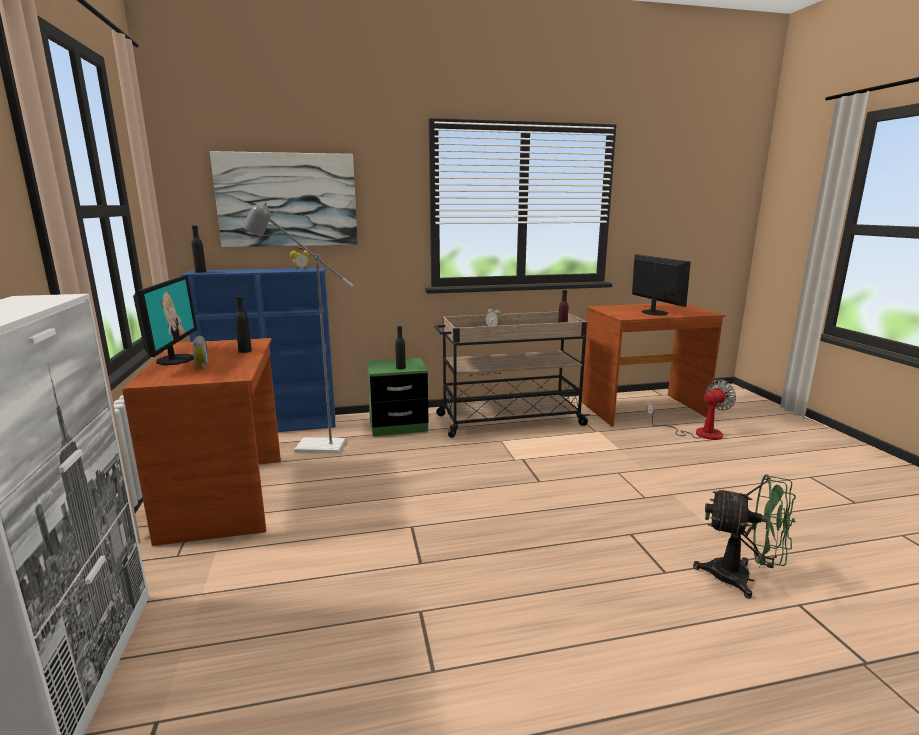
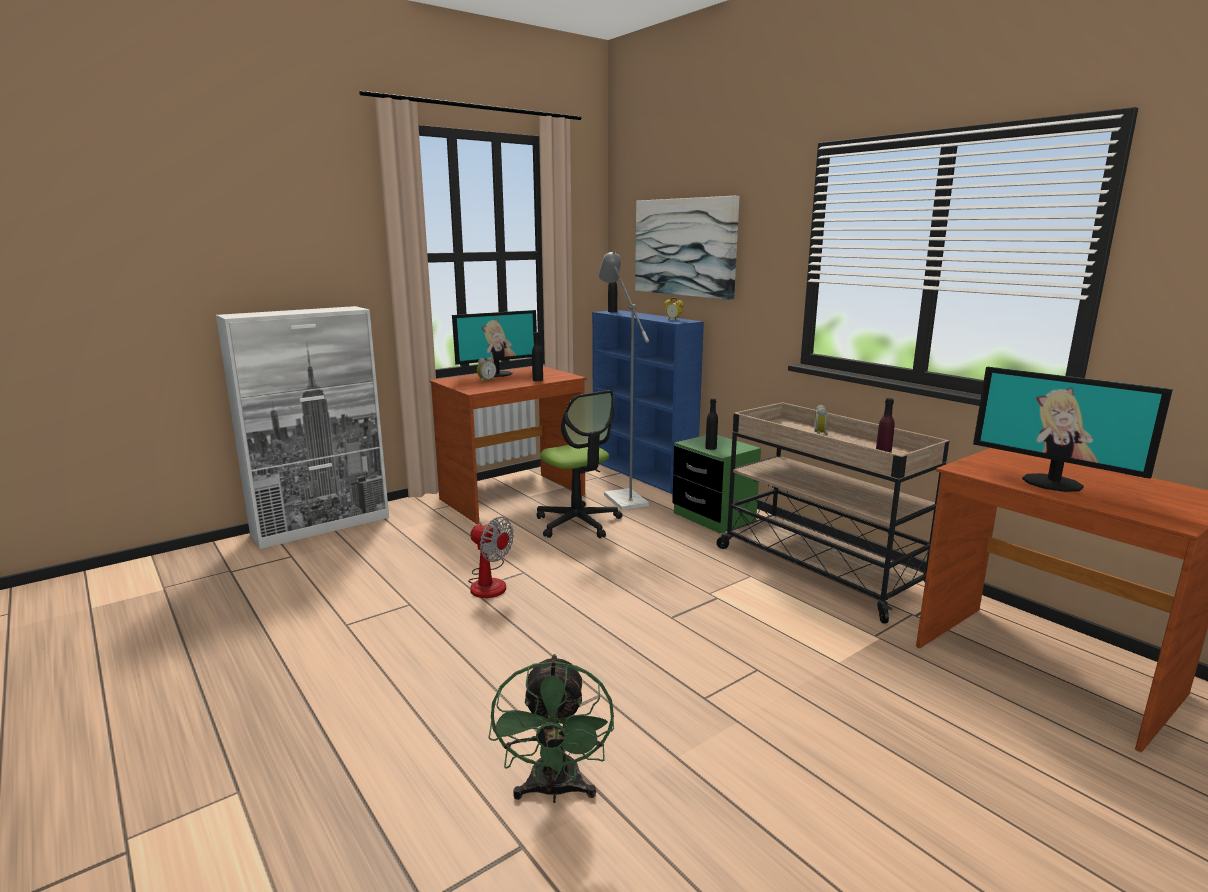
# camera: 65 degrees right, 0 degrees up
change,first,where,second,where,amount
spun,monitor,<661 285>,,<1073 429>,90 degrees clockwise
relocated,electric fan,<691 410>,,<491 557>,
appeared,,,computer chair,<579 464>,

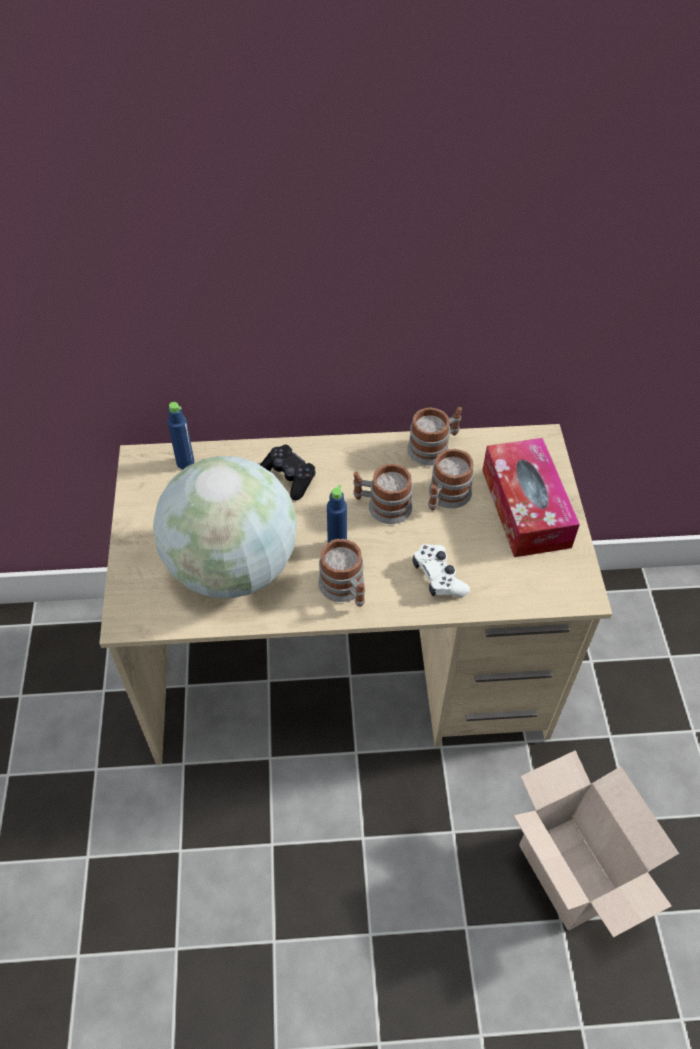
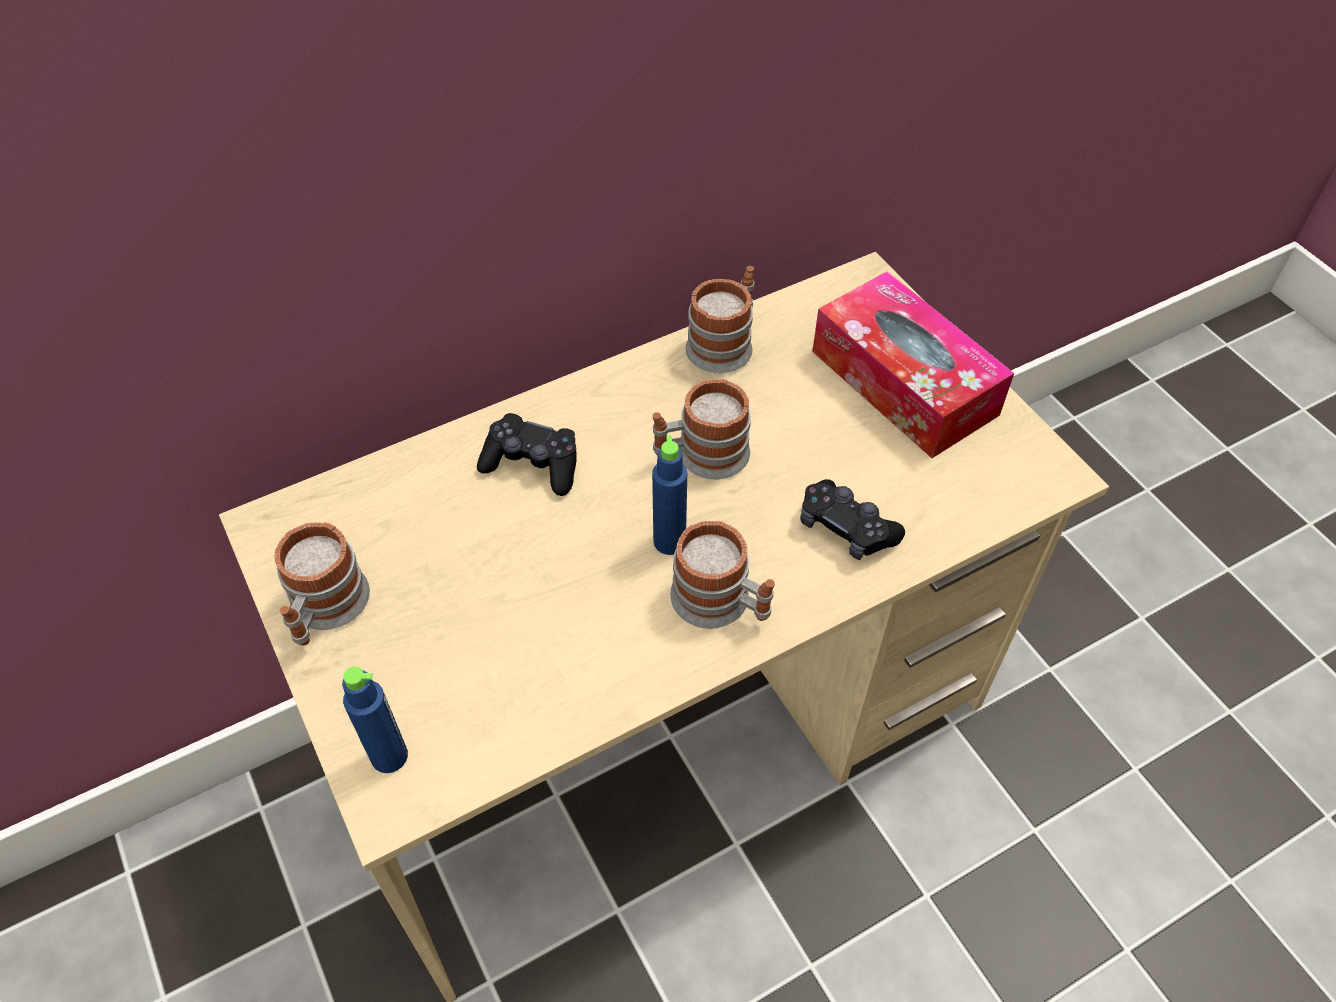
# camera: 25 degrees left, 0 degrees up
change,first,where,second,where,amount
missing,desk globe,<225 527>,,,
relocated,beverage bottle (blue-coloured),<181 435>,,<375 720>,
colour,gamepad (whitish),<441 570>,gamepad (black-coloured),<852 519>,
relocated,tea mug,<451 479>,,<322 583>,
missing,packing box,<596 844>,,,

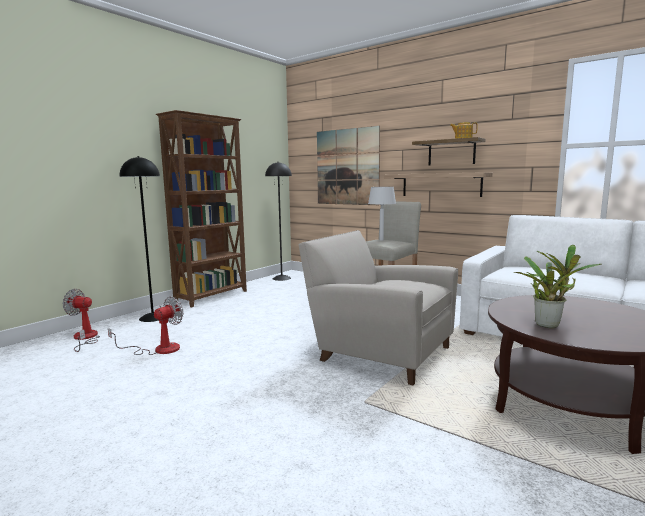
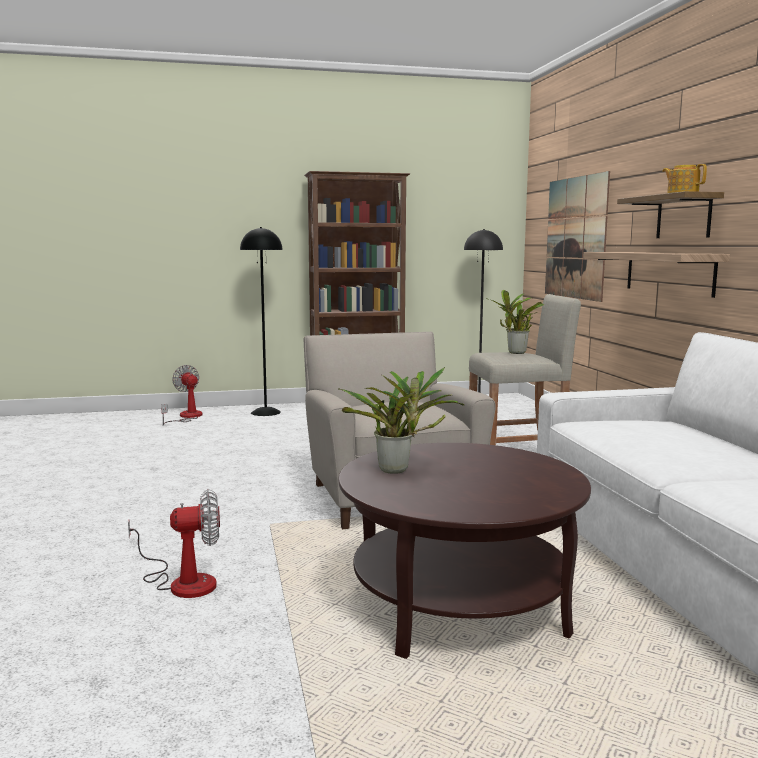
# camera: 40 degrees right, 0 degrees up
change,first,where,second,where,amount
relocated,electric fan,<146 325>,,<174 543>,
exchanged,tabletop lamp (grey),<382 213>,potted plant,<515 322>,

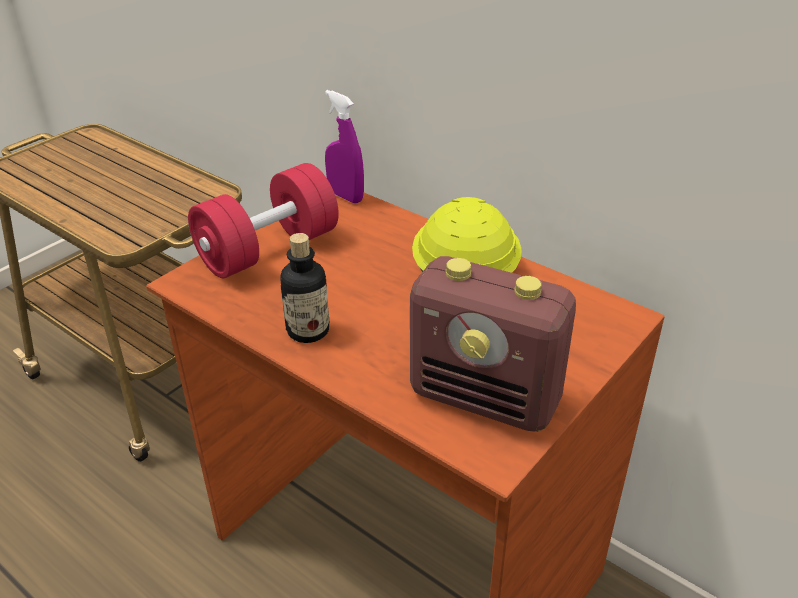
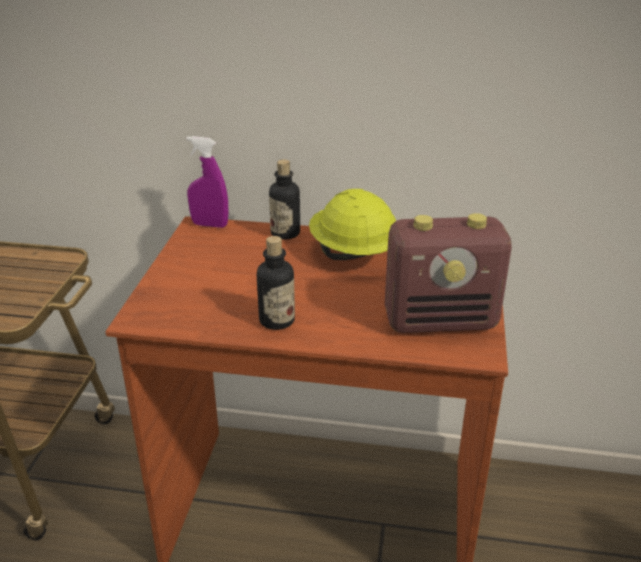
# camera: 30 degrees left, 5 degrees down
change,first,where,second,where,amount
missing,dumbbell (red),<263 220>,,,
appeared,,,beverage bottle,<284 199>,

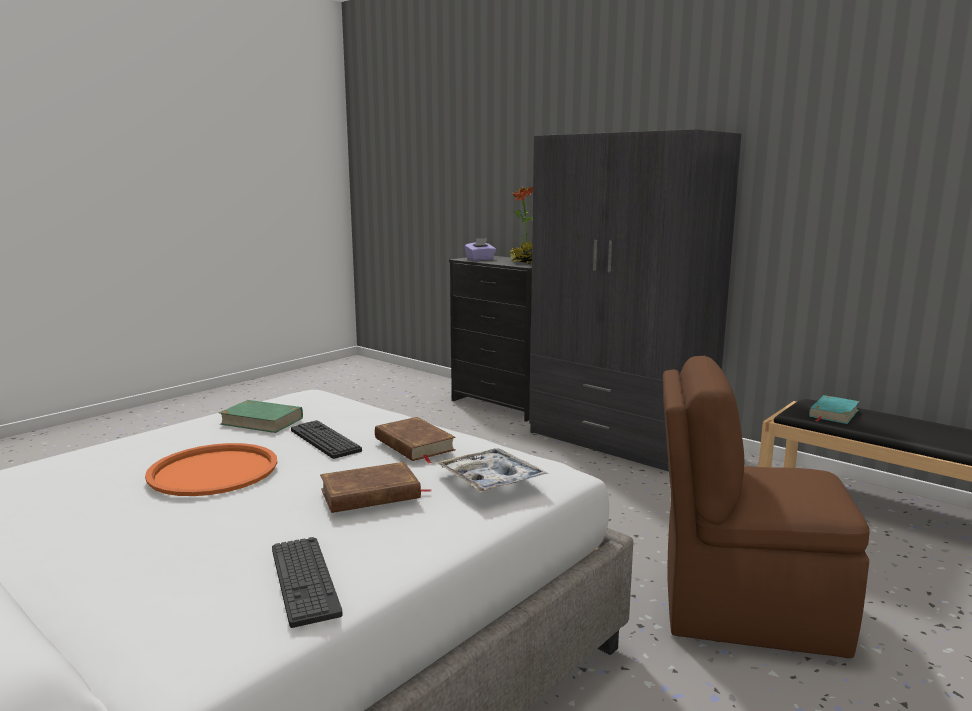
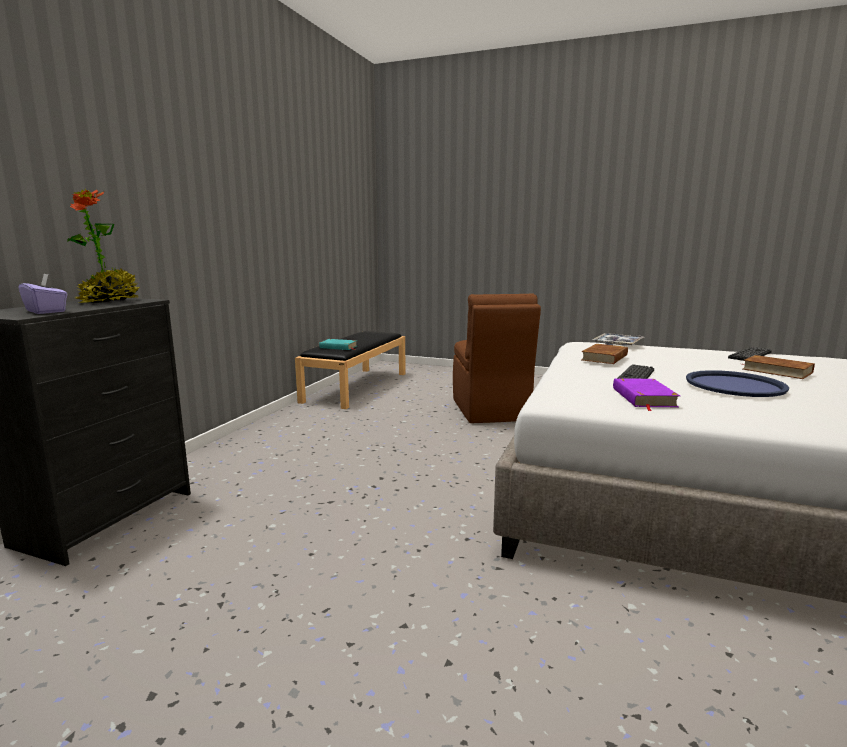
# camera: 110 degrees left, 0 degrees up
change,first,where,second,where,amount
colour,tray (orange),<211 469>,tray (blue-coloured),<737 383>,
colour,book (green-coloured),<261 416>,book (purplish),<646 394>,
relocated,book (brown),<376 487>,,<779 367>,
missing,wardrobe (grey),<635 300>,,,

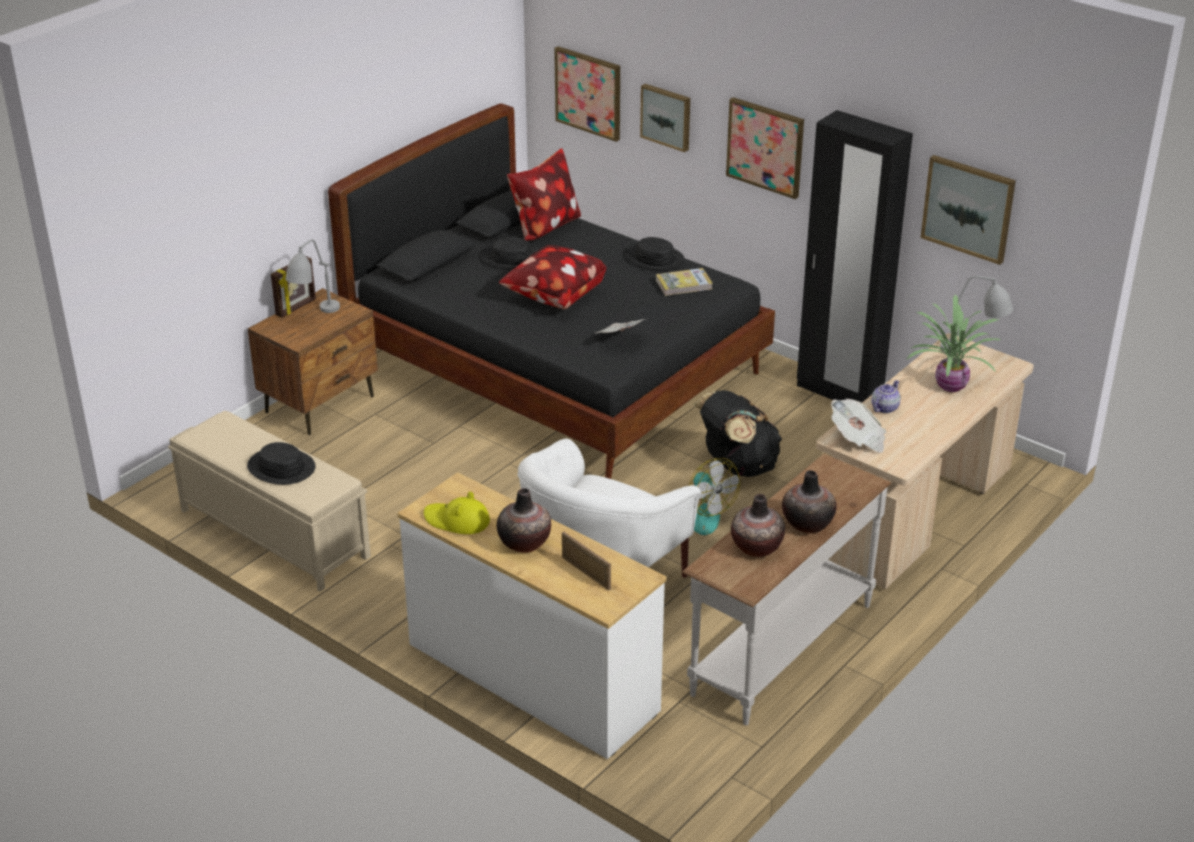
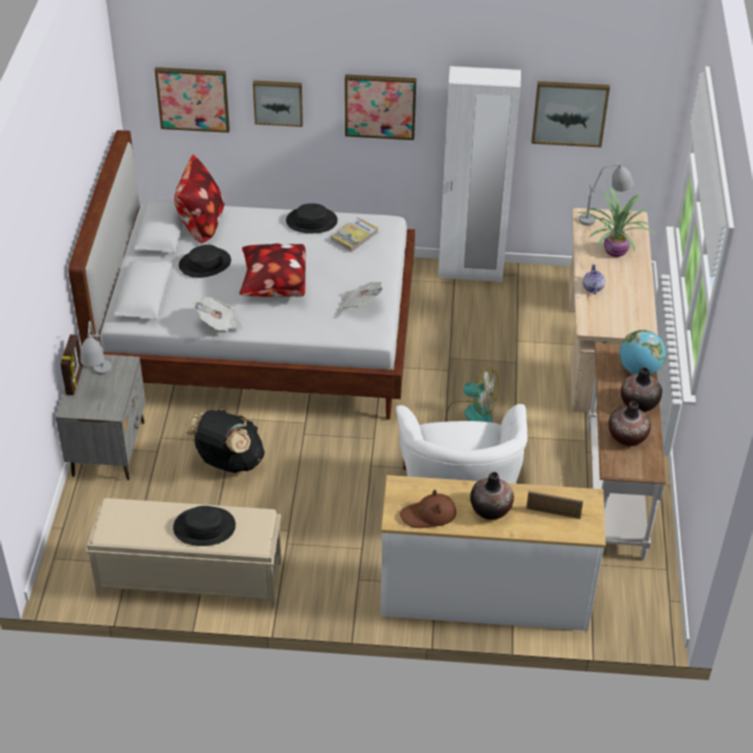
# camera: 35 degrees left, 10 degrees up
change,first,where,second,where,amount
colour,nightstand (brown),<313 361>,nightstand (grey),<100 417>,
colour,bed (black-coloured),<551 291>,bed (whitish),<241 275>,
colour,clothing hat (yellow-coloured),<457 512>,clothing hat (brown),<428 509>,
relocated,rucksack (black-coloured),<738 433>,,<224 441>,
colour,wardrobe (black-coloured),<855 256>,wardrobe (whitish),<479 174>,
relocated,printed paper,<858 426>,,<218 314>,
appeared,,,desk globe,<642 352>,

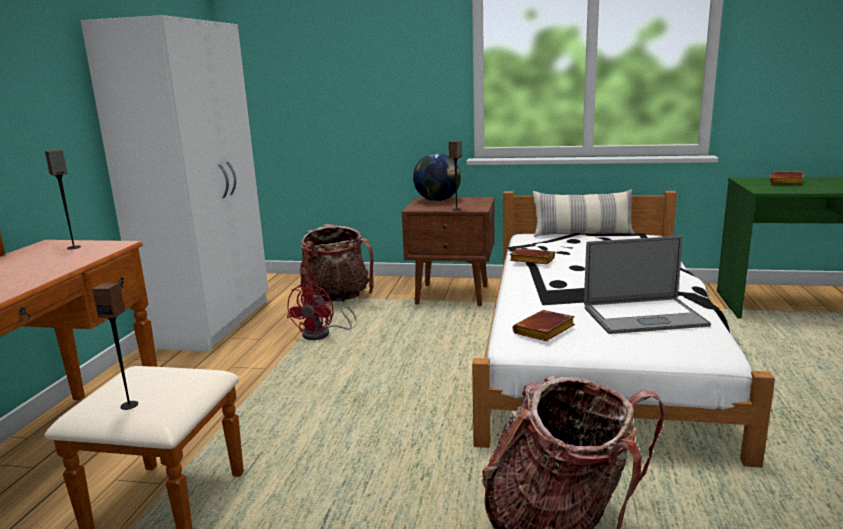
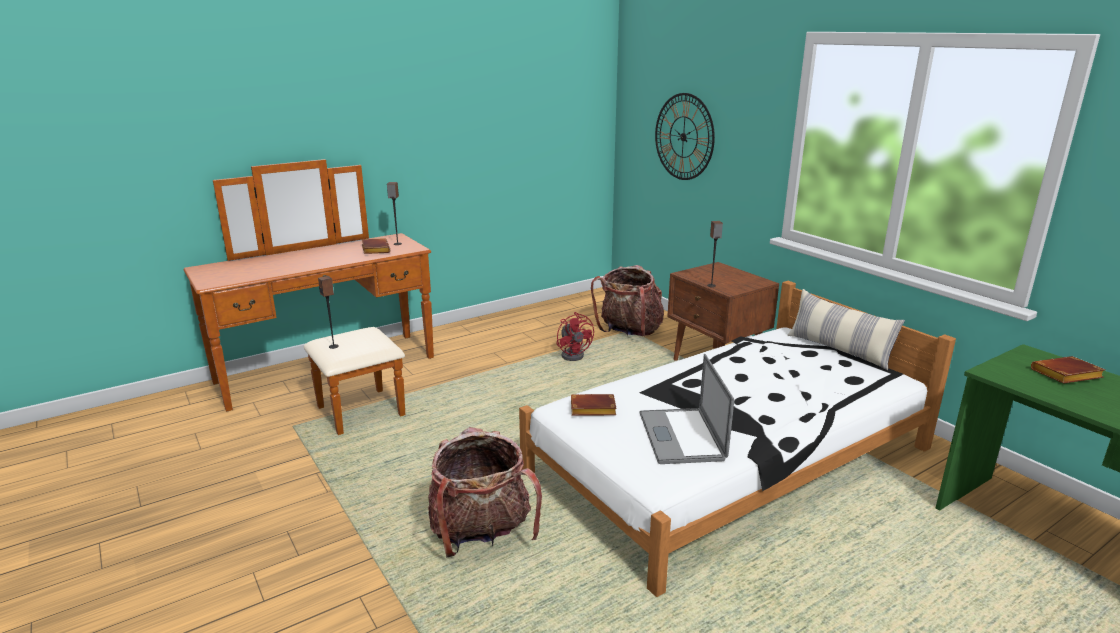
# camera: 45 degrees right, 5 degrees up
change,first,where,second,where,amount
missing,wardrobe (whitish),<174 183>,,,
spun,electric fan (red),<321 310>,,<575 336>,90 degrees counterclockwise
missing,desk globe,<437 177>,,,
relocated,book (brown),<532 256>,,<375 246>,
spun,portable computer,<647 285>,,<687 409>,45 degrees clockwise
appeared,,,clock on the wall,<685 136>,

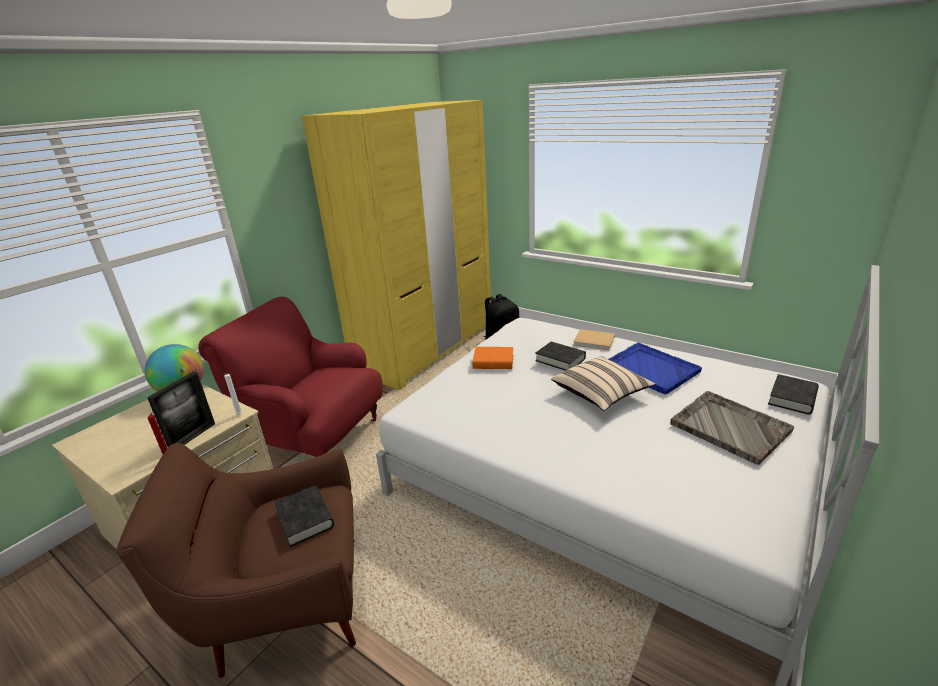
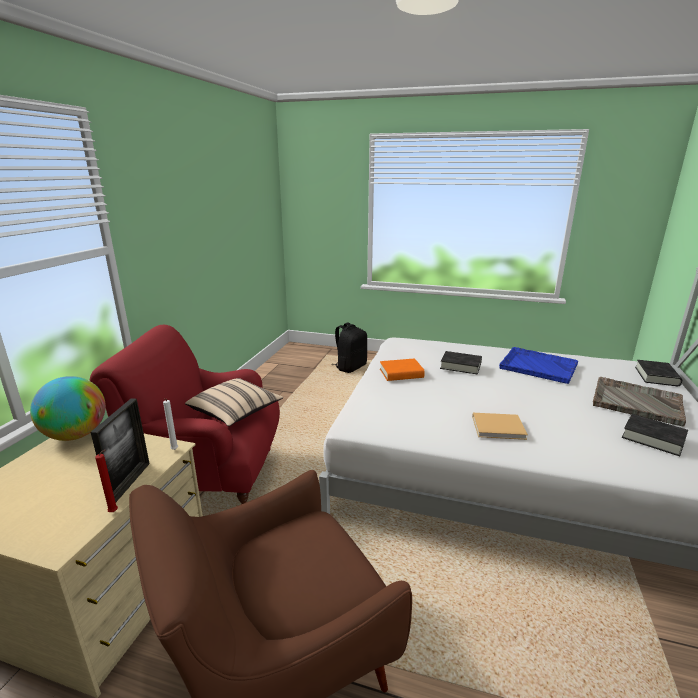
# camera: 20 degrees left, 5 degrees down
change,first,where,second,where,amount
relocated,book (black-coloured),<304 516>,,<655 435>,
missing,wardrobe (yellow-coloured),<396 245>,,,
relocated,throw pillow (beige),<603 383>,,<234 402>,
relocated,book (beige),<594 339>,,<500 426>,

